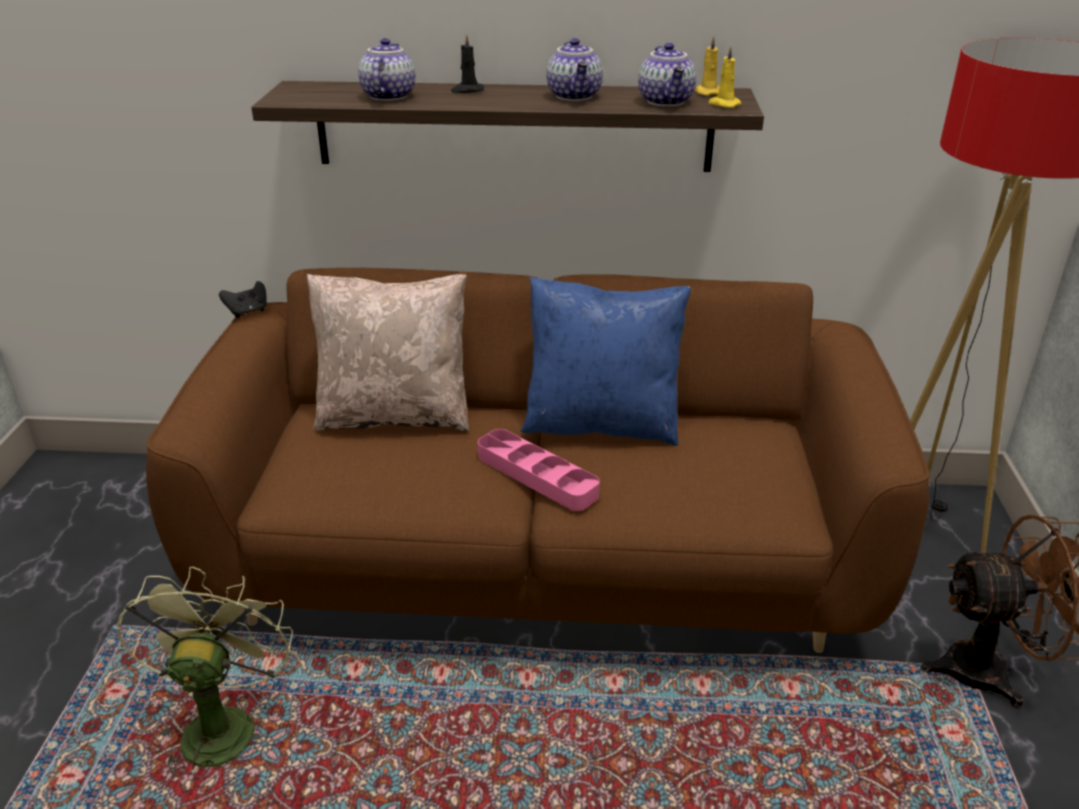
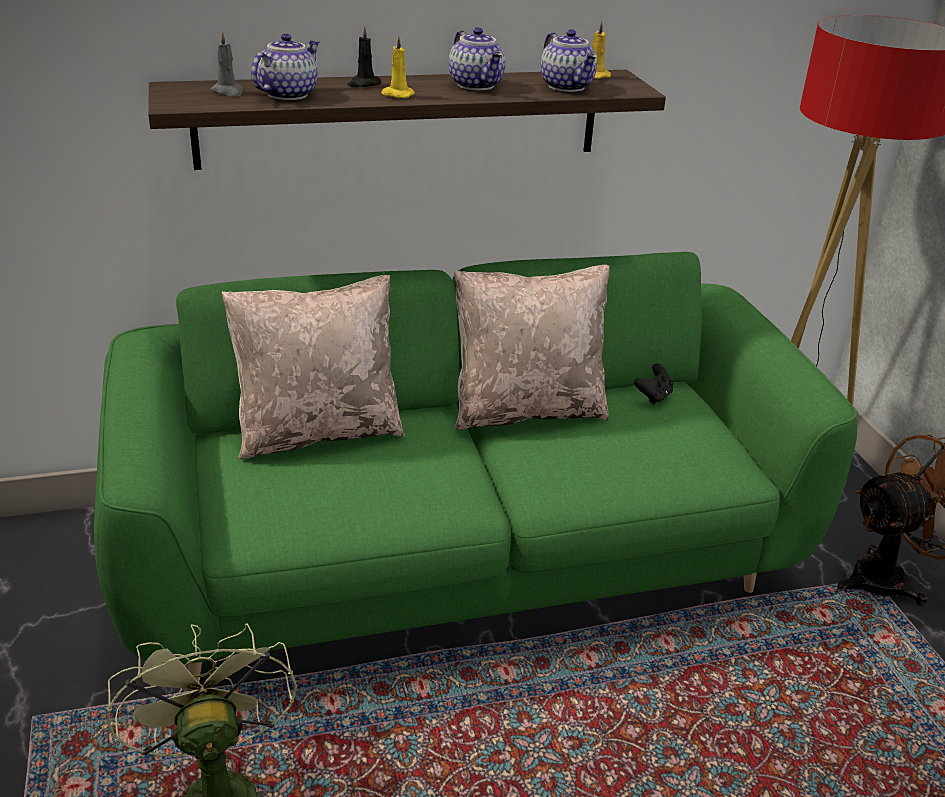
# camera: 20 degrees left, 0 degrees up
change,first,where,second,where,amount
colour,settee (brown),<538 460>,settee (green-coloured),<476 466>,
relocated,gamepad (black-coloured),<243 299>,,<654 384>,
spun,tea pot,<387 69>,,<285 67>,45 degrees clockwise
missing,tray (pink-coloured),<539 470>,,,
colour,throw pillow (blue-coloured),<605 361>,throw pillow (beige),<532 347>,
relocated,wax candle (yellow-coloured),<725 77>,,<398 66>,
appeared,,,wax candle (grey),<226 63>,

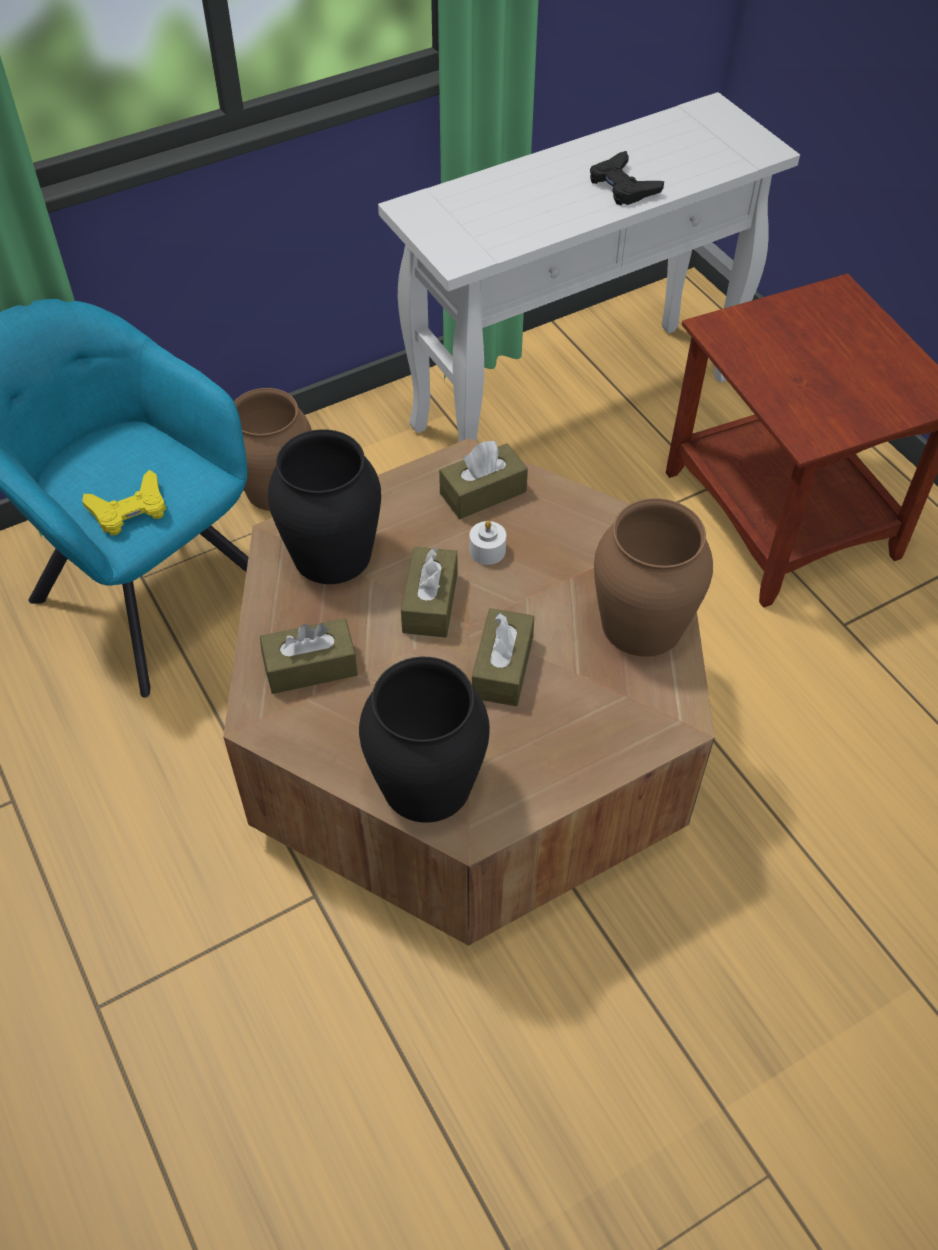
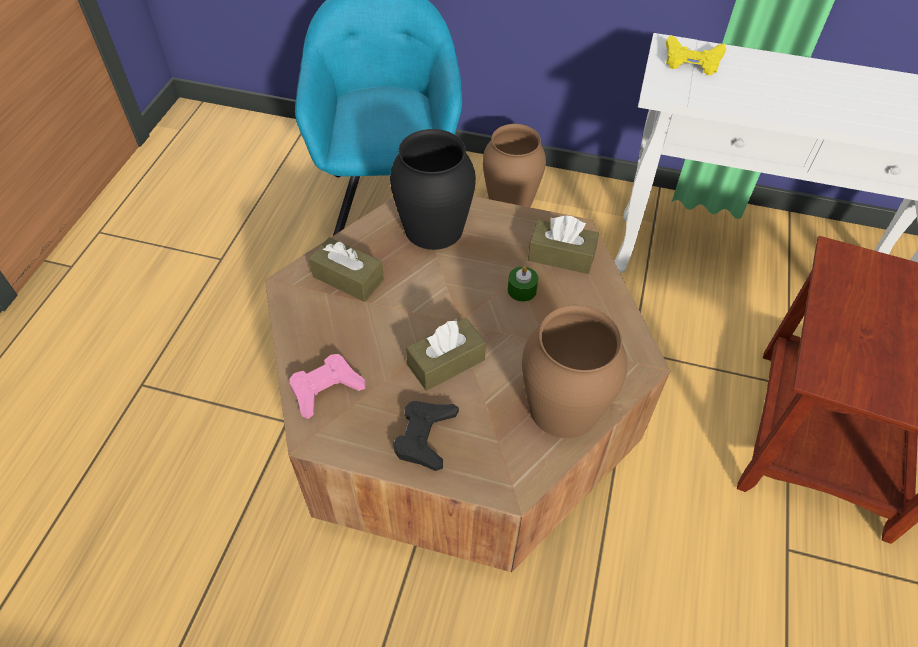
# camera: 45 degrees right, 0 degrees up
change,first,where,second,where,amount
relocated,gamepad (yellow-coloured),<124 502>,,<696 55>,
exchanged,vase (black-coloured),<424 740>,gamepad (pink-coloured),<327 386>,
missing,box of tissues (brown),<429 592>,,,
colour,wax candle (whitish),<487 543>,wax candle (green-coloured),<523 284>,
relocated,gamepad (black-coloured),<627 178>,,<426 436>,

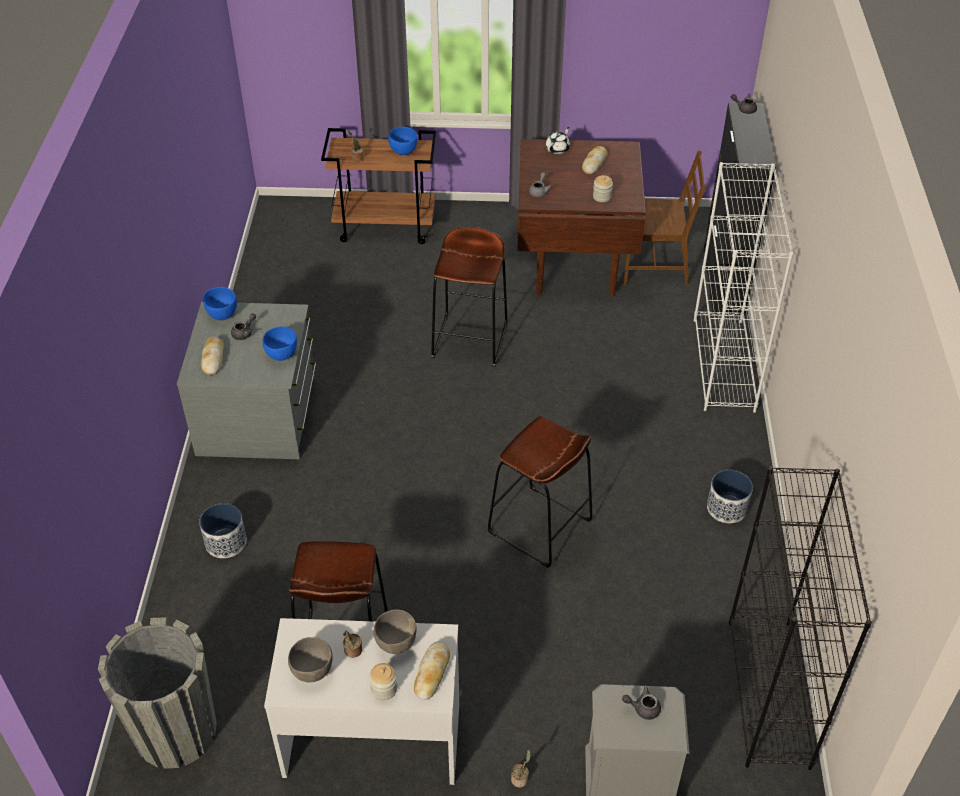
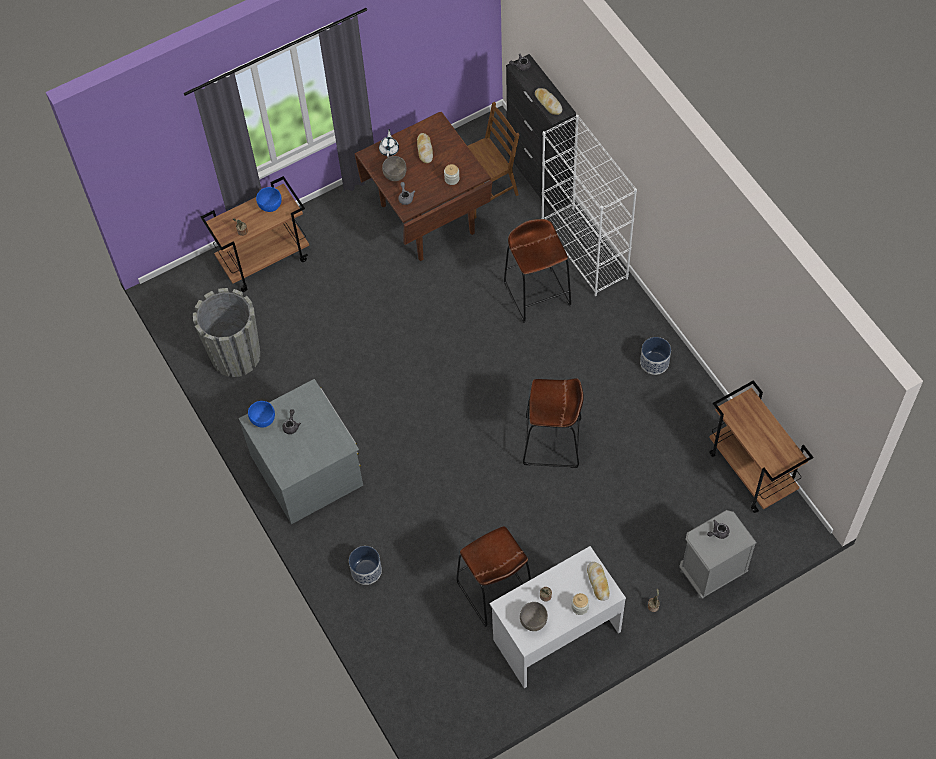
# camera: 30 degrees left, 15 degrees up
change,first,where,second,where,amount
relocated,flower pot (grey),<157 693>,,<226 332>,
relocated,bakery bread,<212 355>,,<548 101>,
missing,serving bowl (blue-coloured),<280 344>,,,
relocated,serving bowl (grey),<395 631>,,<394 168>,
relocated,stool seat (brown),<469 297>,,<538 271>,
exchanged,bookcase (black-coloured),<800 618>,wheeled cart (brown),<761 446>,

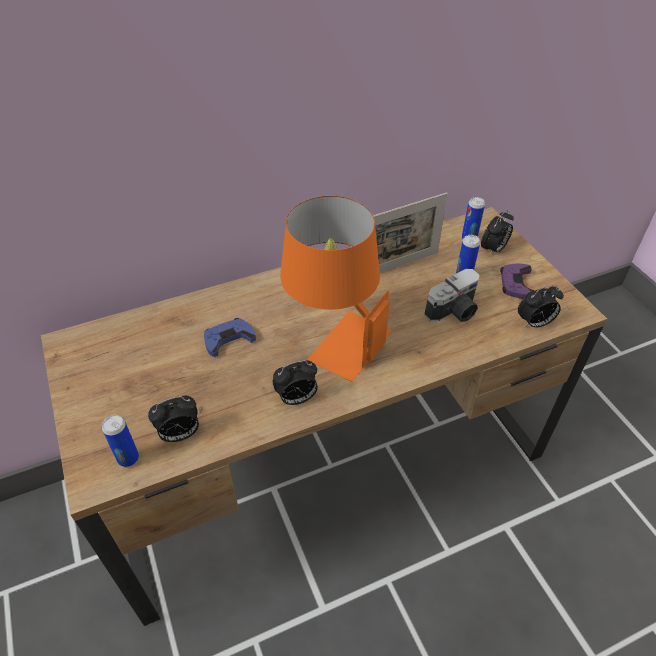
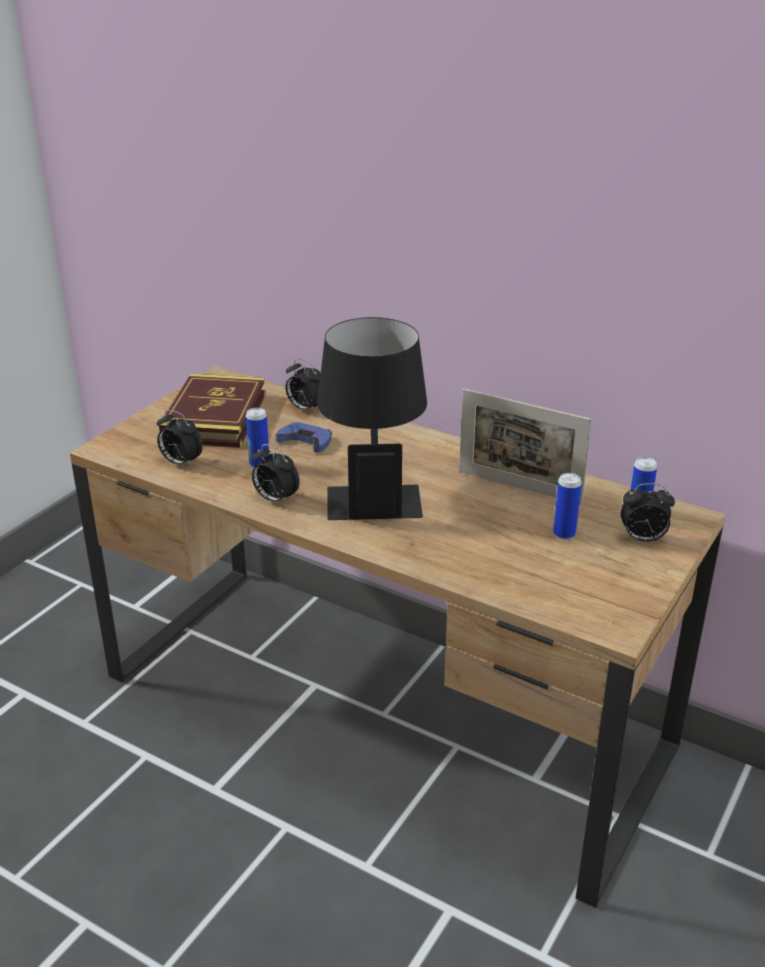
# camera: 55 degrees right, 15 degrees down
change,first,where,second,where,amount
relocated,sealed can,<120 441>,,<257 438>,
colour,tabletop lamp (orange),<335 289>,tabletop lamp (black-coloured),<372 418>,
missing,photo camera,<452 295>,,,
missing,gamepad (purplish),<517 281>,,,
relocated,bedside clock,<541 306>,,<303 386>,
appeared,,,book,<212 411>,

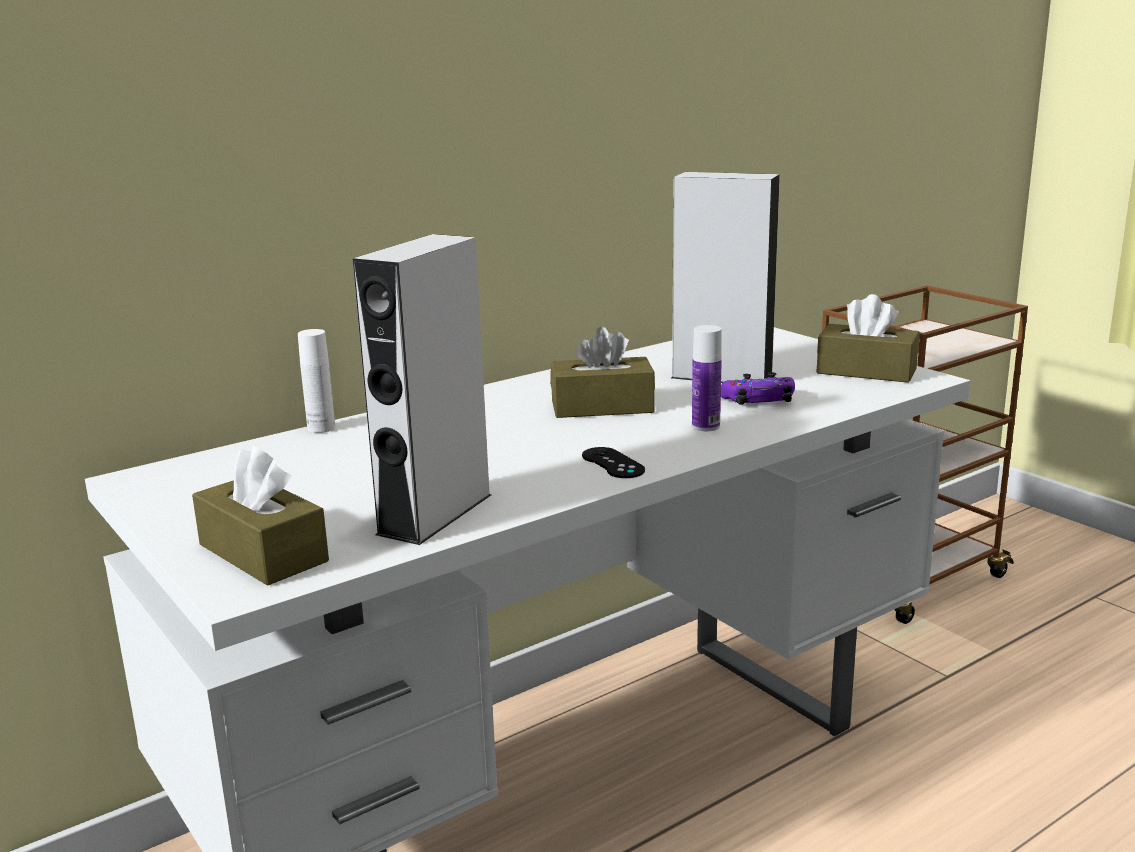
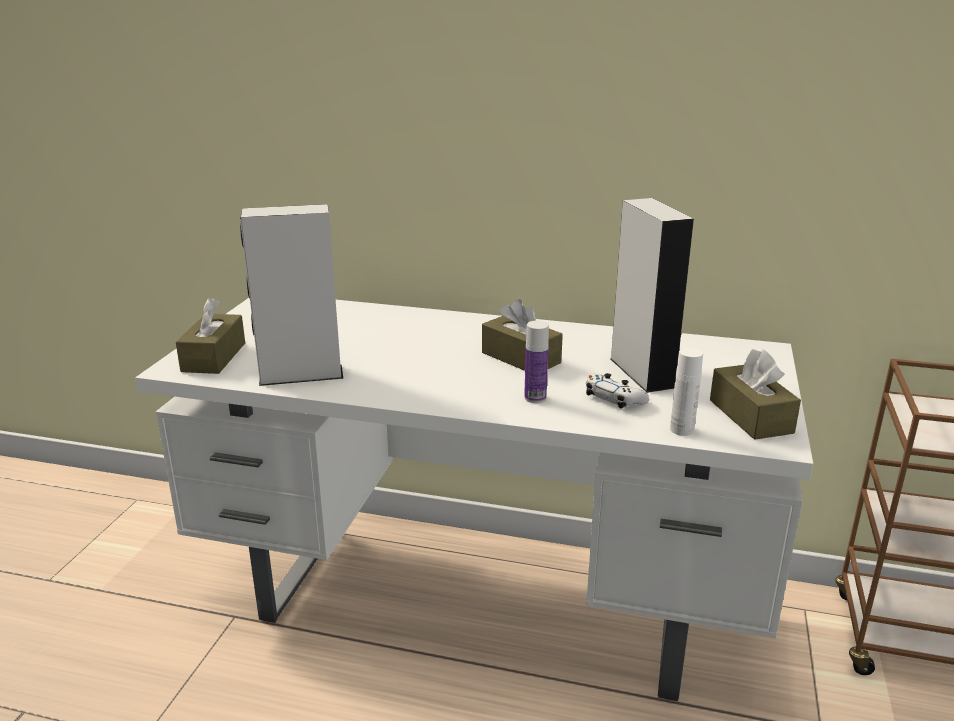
# camera: 50 degrees right, 5 degrees up
change,first,where,second,where,amount
relocated,beverage bottle (whitish),<316 381>,,<686 391>,
missing,gamepad (black-coloured),<613 462>,,,
colour,gamepad (purplish),<758 388>,gamepad (whitish),<617 391>,

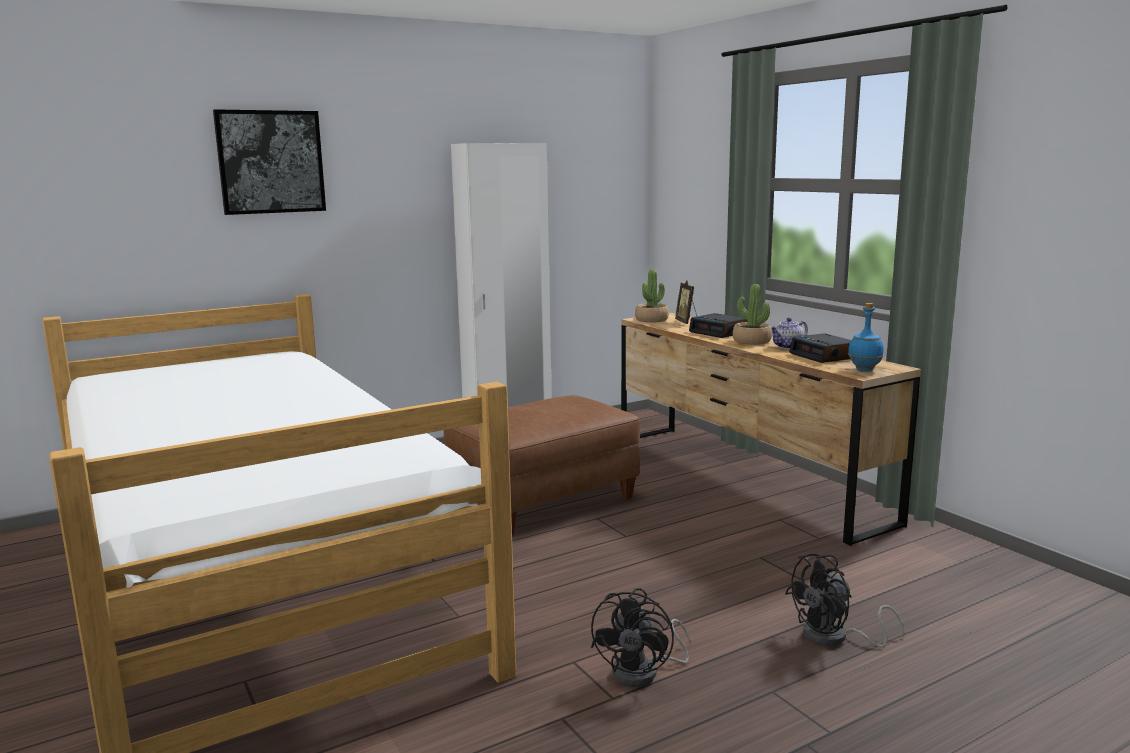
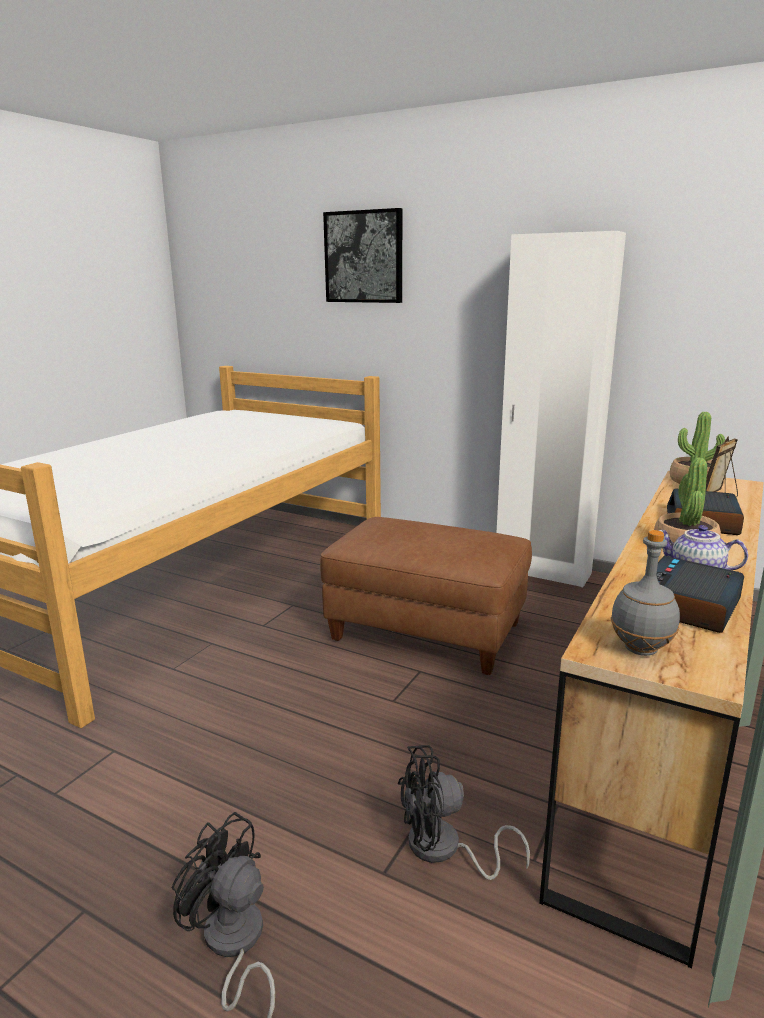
# camera: 60 degrees right, 5 degrees up
change,first,where,second,where,amount
relocated,electric fan (black-coloured),<641 637>,,<464 812>,
colour,beverage bottle (blue-coloured),<866 337>,beverage bottle (grey),<645 593>,

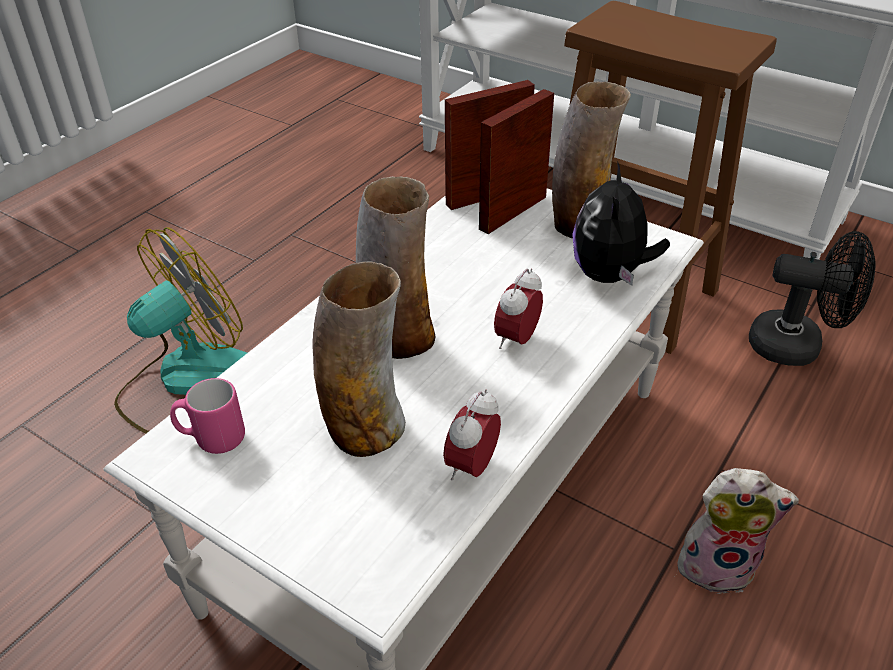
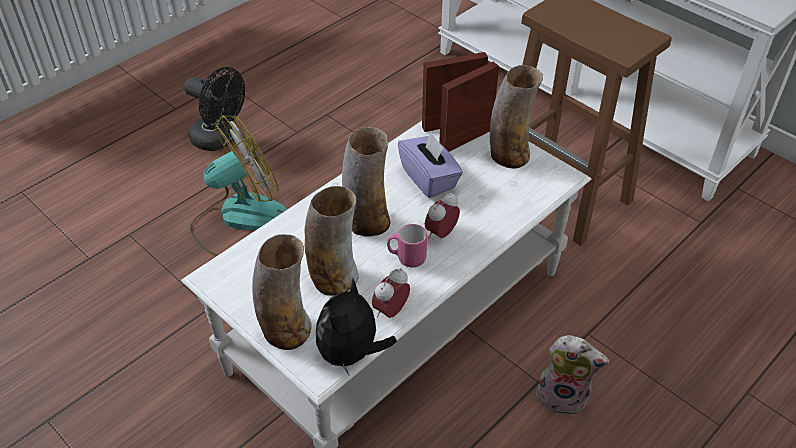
# camera: 10 degrees right, 5 degrees up
change,first,where,second,where,amount
relocated,tea mug (pink-coloured),<207 416>,,<407 246>,
relocated,soft toy,<621 223>,,<356 326>,
relocated,electric fan (black-coloured),<812 298>,,<214 109>,
appeared,,,vase,<282 292>,
appeared,,,box of tissues (purplish),<430 165>,

